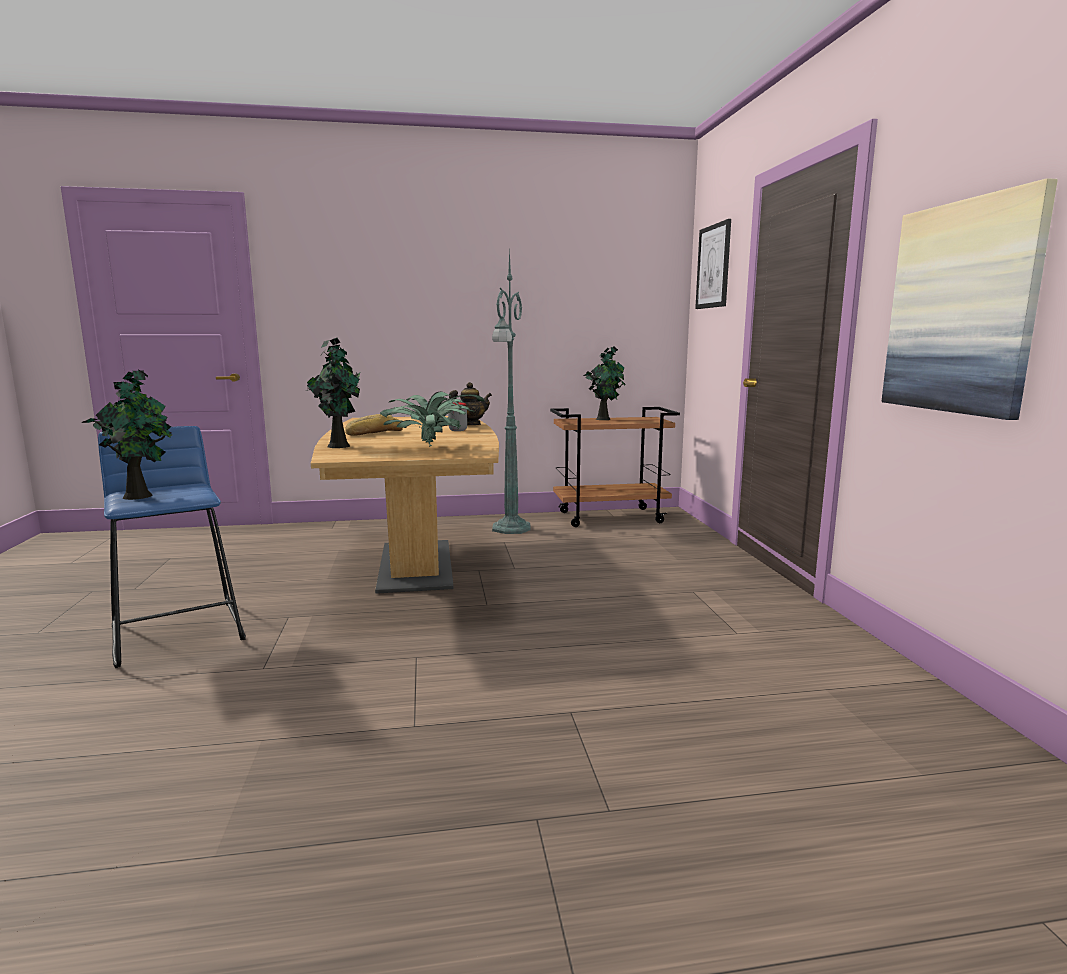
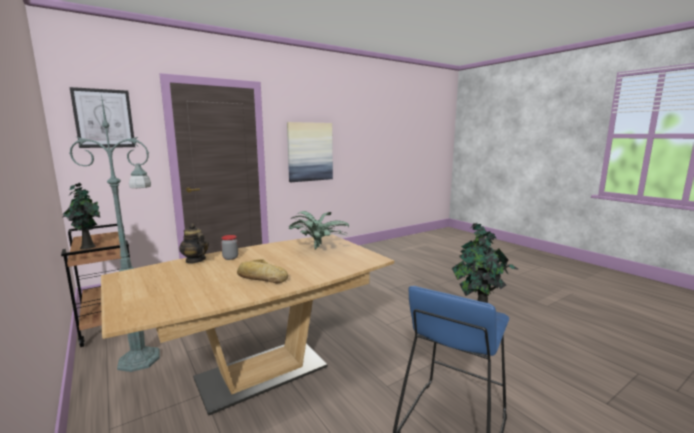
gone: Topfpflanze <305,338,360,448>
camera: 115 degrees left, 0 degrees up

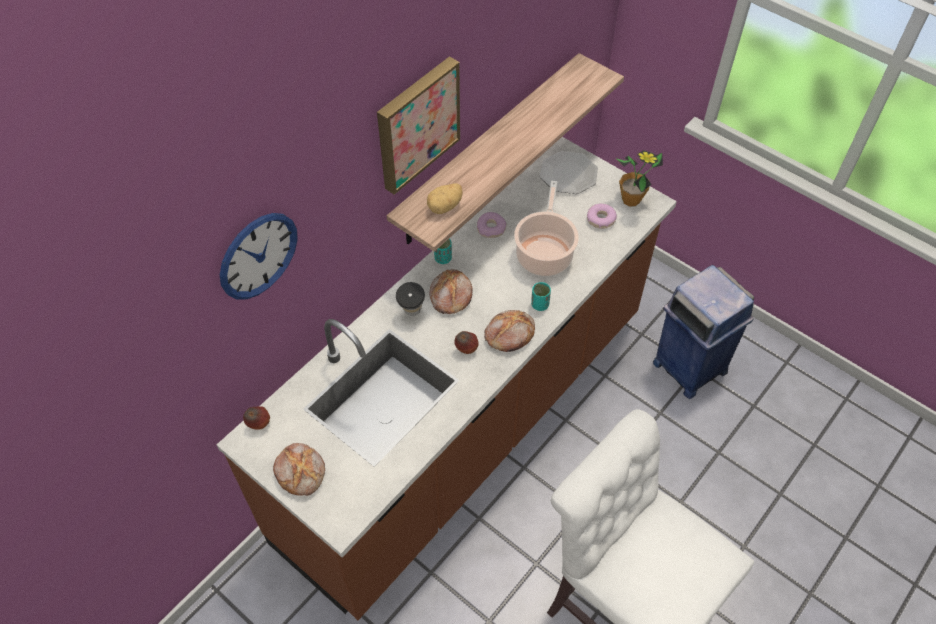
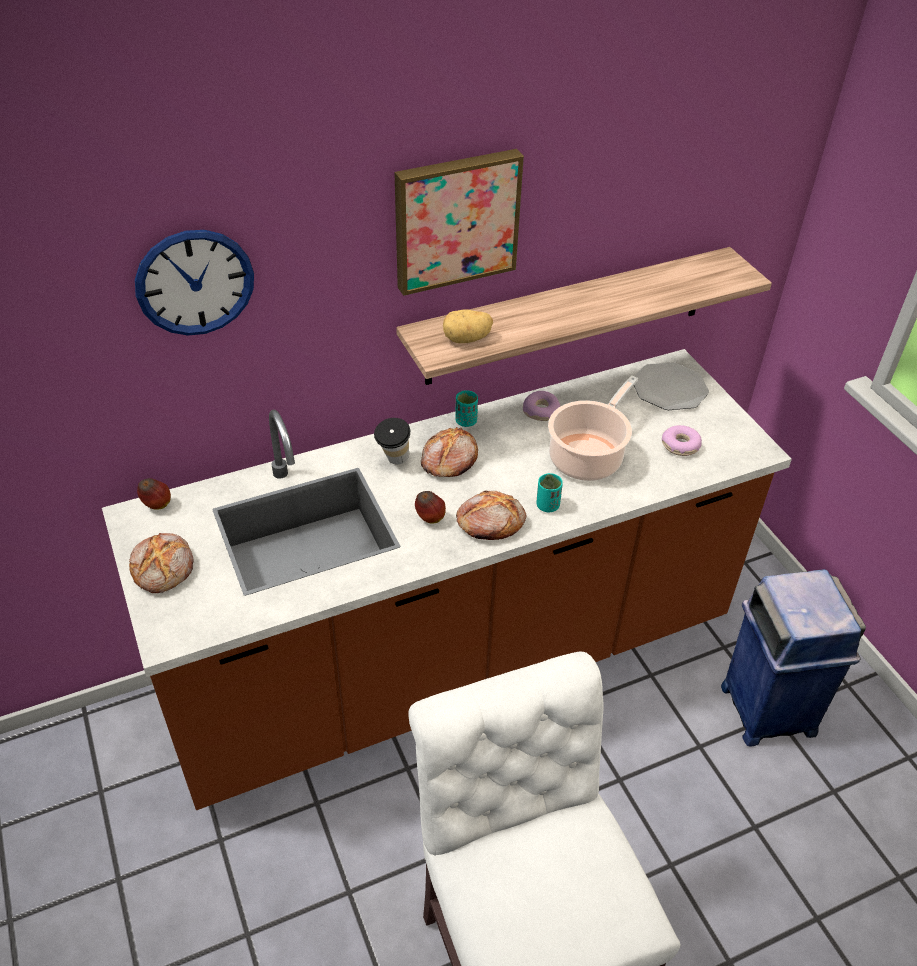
gone: Topfpflanze <615,150,663,206>
camera: 25 degrees right, 10 degrees down

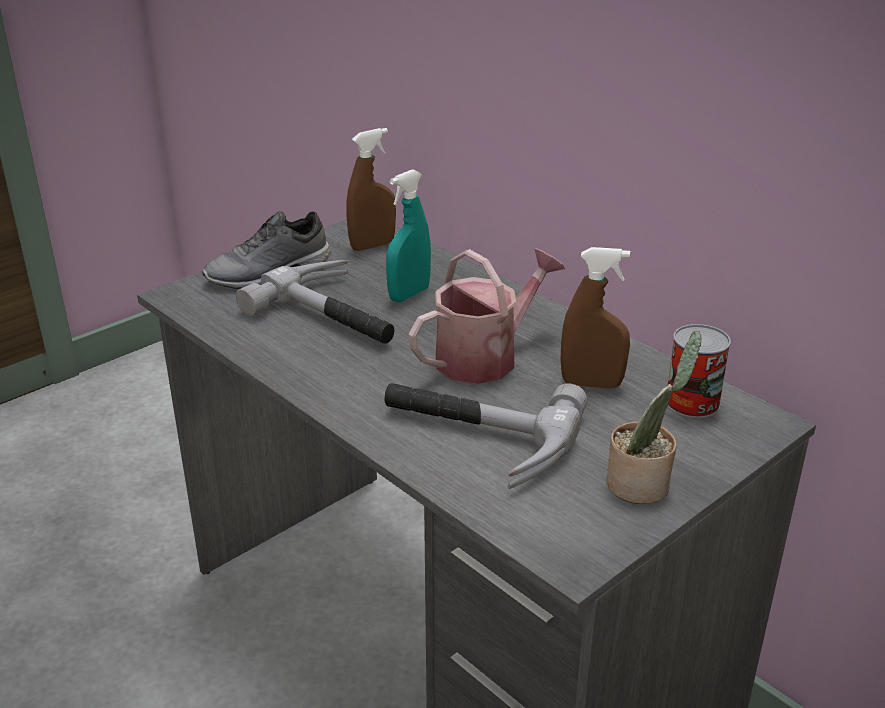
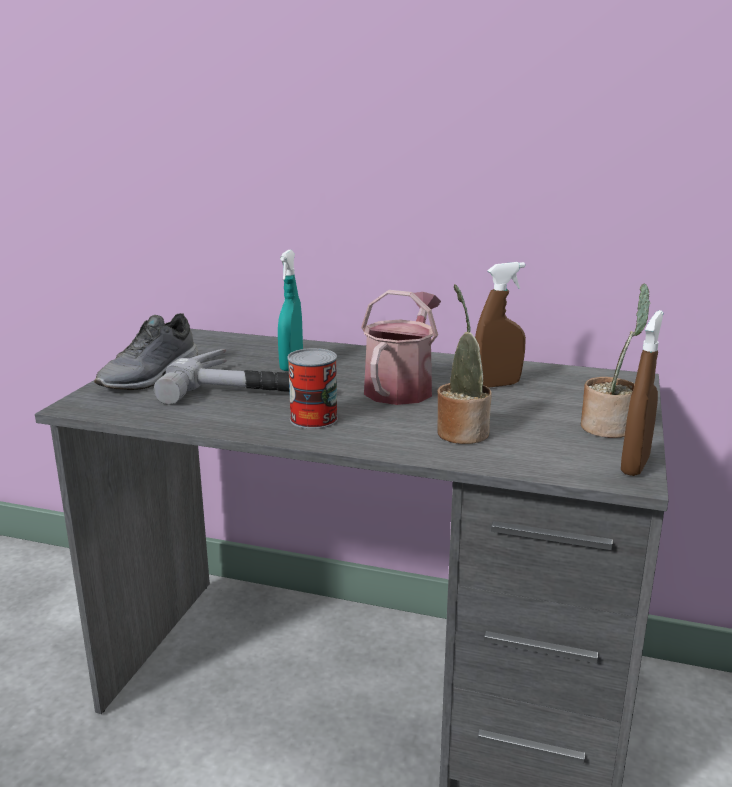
shifted: Sprühflasche (braun) <346,128,396,251> to <621,310,663,476>; Dose <668,324,731,418> to <287,348,338,429>
swapped: Hammer <385,383,587,489> to Topfpflanze <437,284,492,444>
camera: 30 degrees left, 10 degrees down

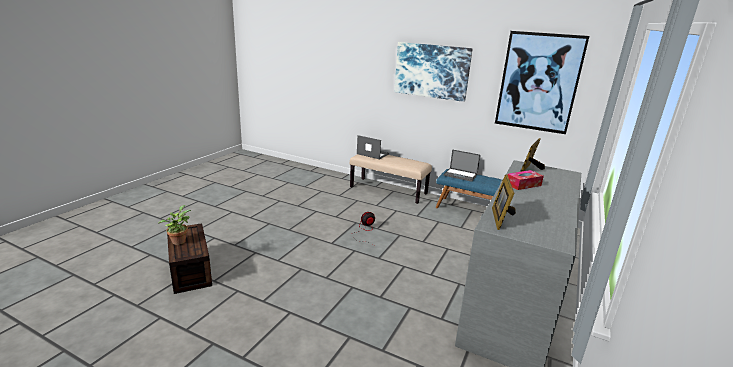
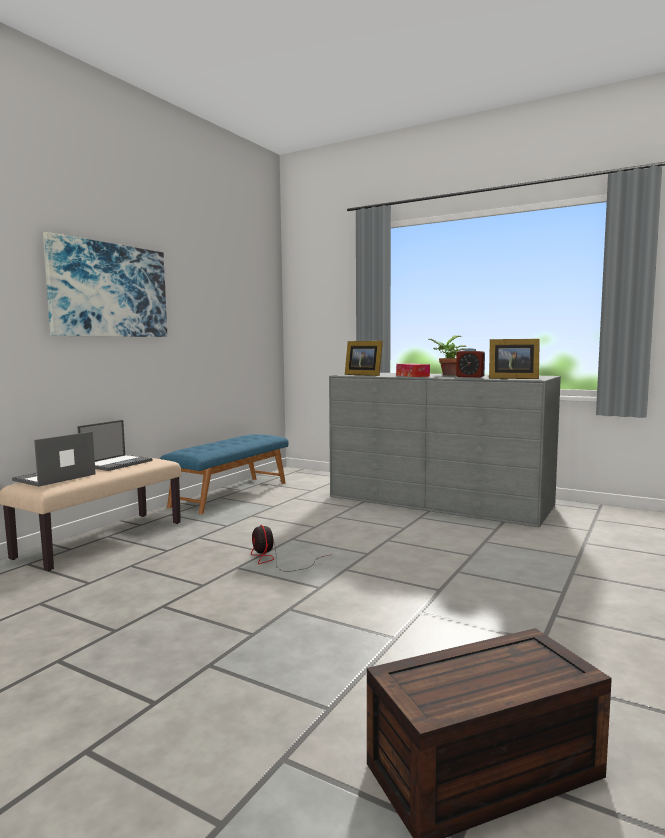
gone: Bild <495,31,589,134>
new: Wecker <456,348,485,377>
shifted: Topfpflanze <158,205,191,245> to <428,336,466,375>; Laptop <443,149,481,182> to <77,420,153,471>
camera: 85 degrees left, 15 degrees down

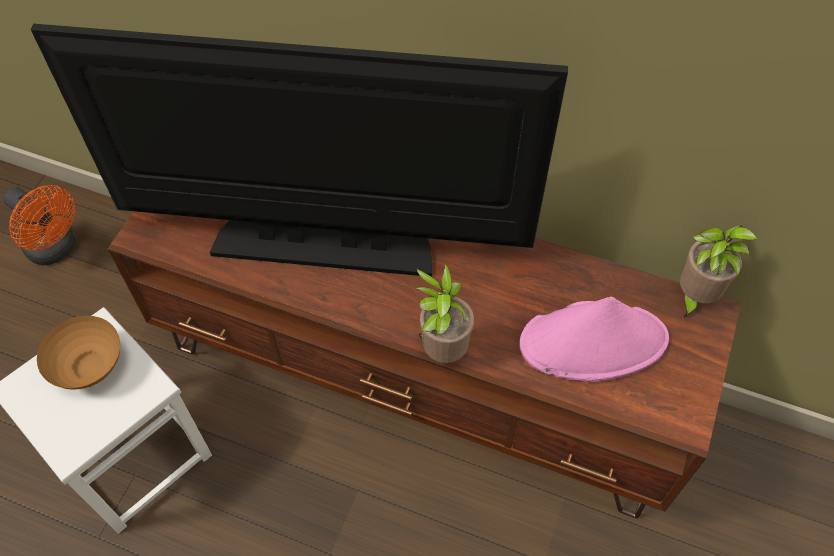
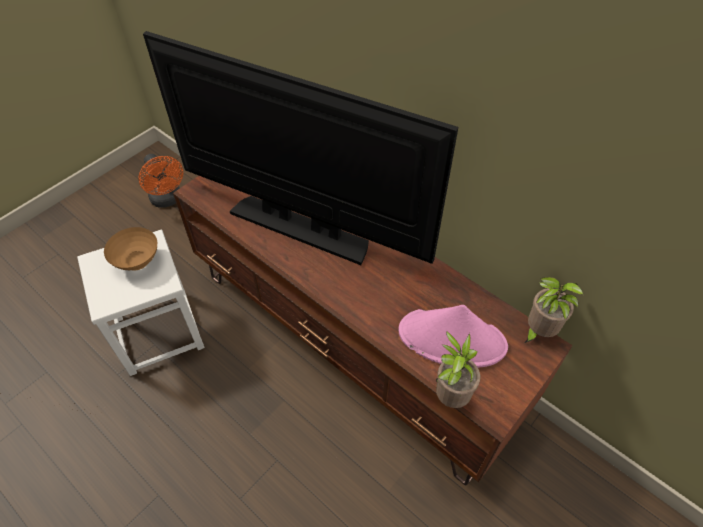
shifted: Topfpflanze <415,263,474,363> to <436,331,480,408>
camera: 20 degrees right, 5 degrees down

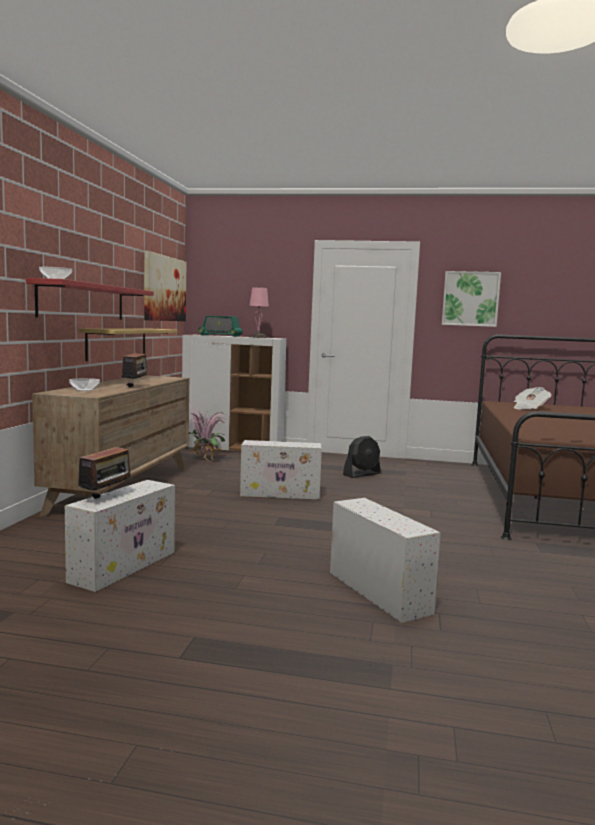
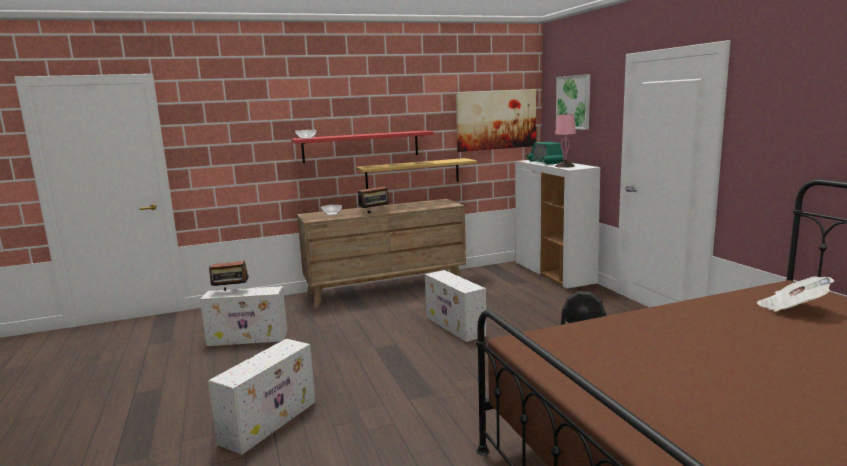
gone: Topfpflanze <189,407,228,462>
shifted: Bild <442,271,501,327> to <556,74,590,130>
camera: 60 degrees right, 5 degrees up

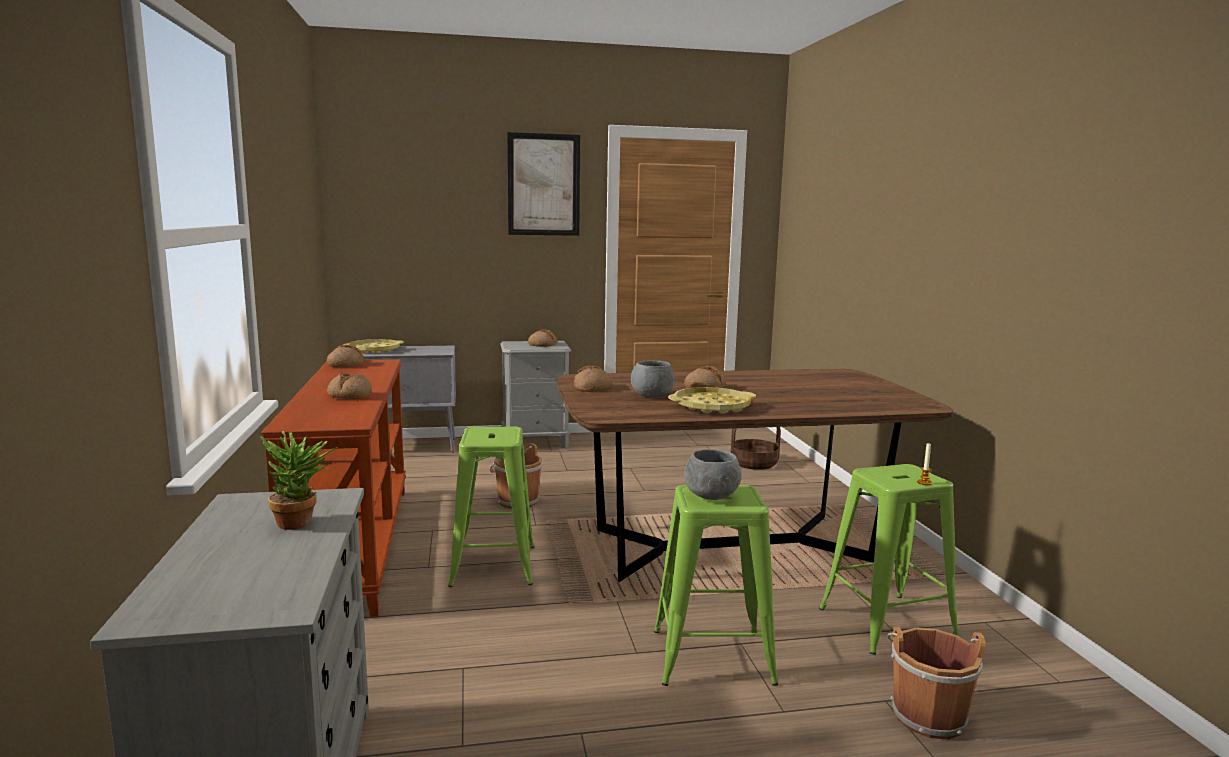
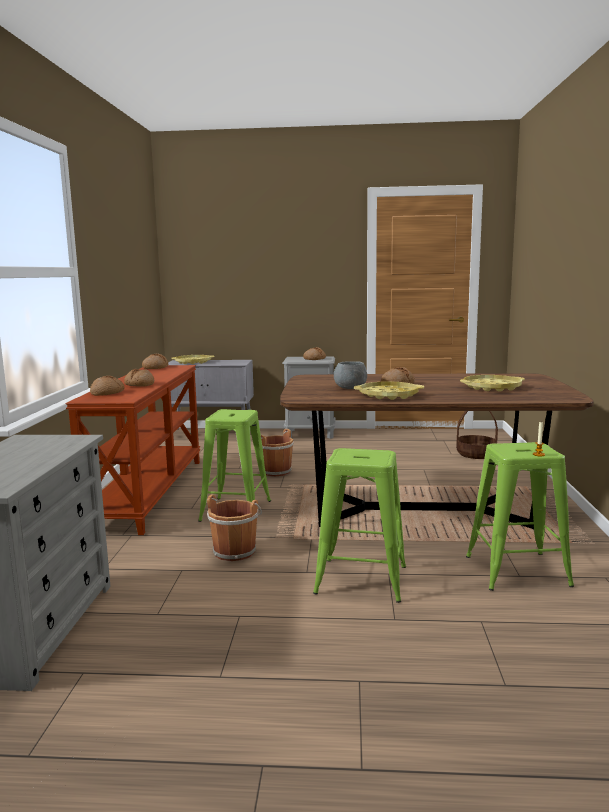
gone: Topfpflanze <260,431,337,530>; Bild <507,132,580,236>; Schüssel (grau) <684,449,742,500>
new: Tablett (gelb) <460,375,525,392>
shifted: Brot <574,366,612,392> to <90,376,124,396>; Eimer (braun) <888,627,986,740> to <207,495,262,561>
camera: 15 degrees right, 0 degrees up

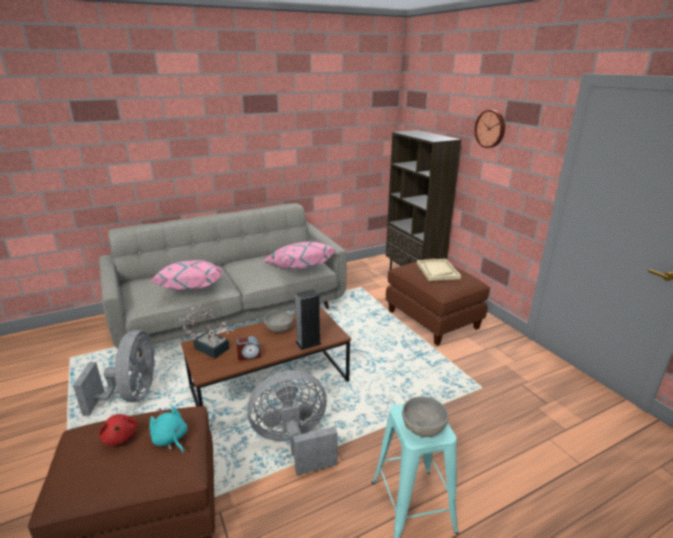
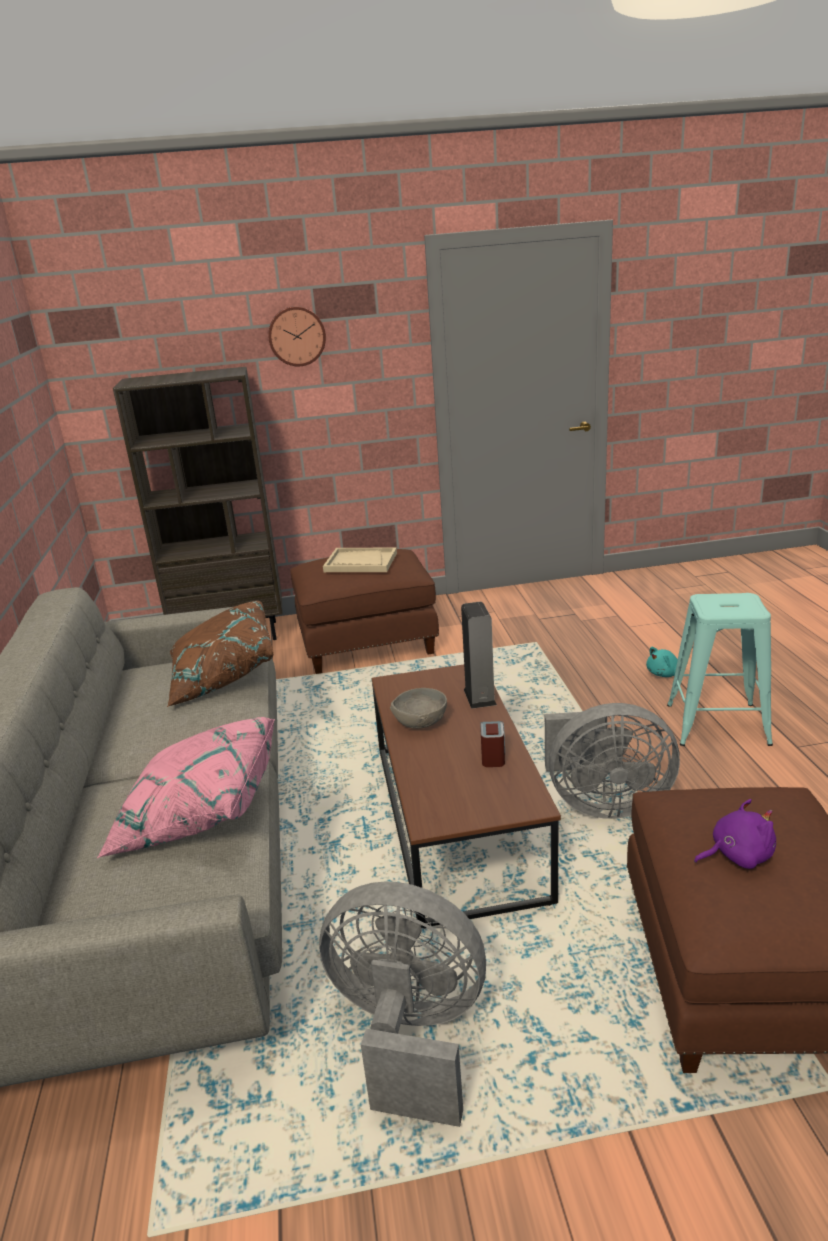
gone: Topfpflanze <180,303,233,358>; Schüssel (grau) <402,396,449,437>
shifted: Plüschtier (türkis) <149,406,187,453> to <646,647,678,677>
repainted: Plüschtier (rot) <99,414,137,446> to Plüschtier (lila) <694,799,776,869>; Kissen (rosa) <264,242,337,269> to Kissen (braun) <167,601,273,707>
rotated: Ventilator (grau) <247,370,337,475> = <545,703,680,819> 90 degrees counterclockwise
camera: 70 degrees left, 0 degrees up

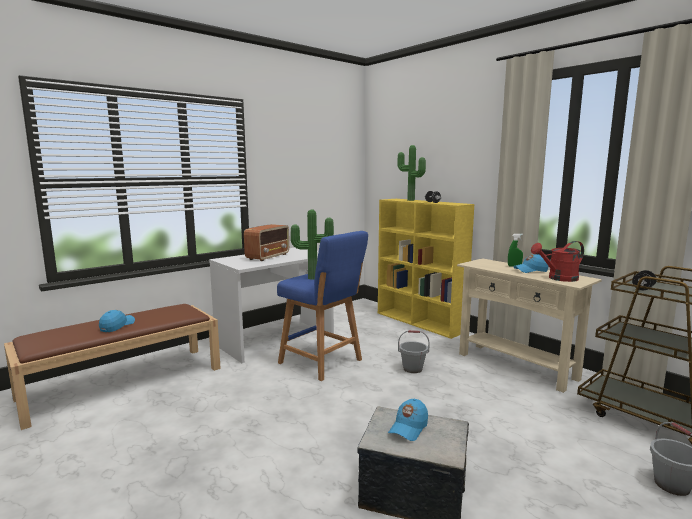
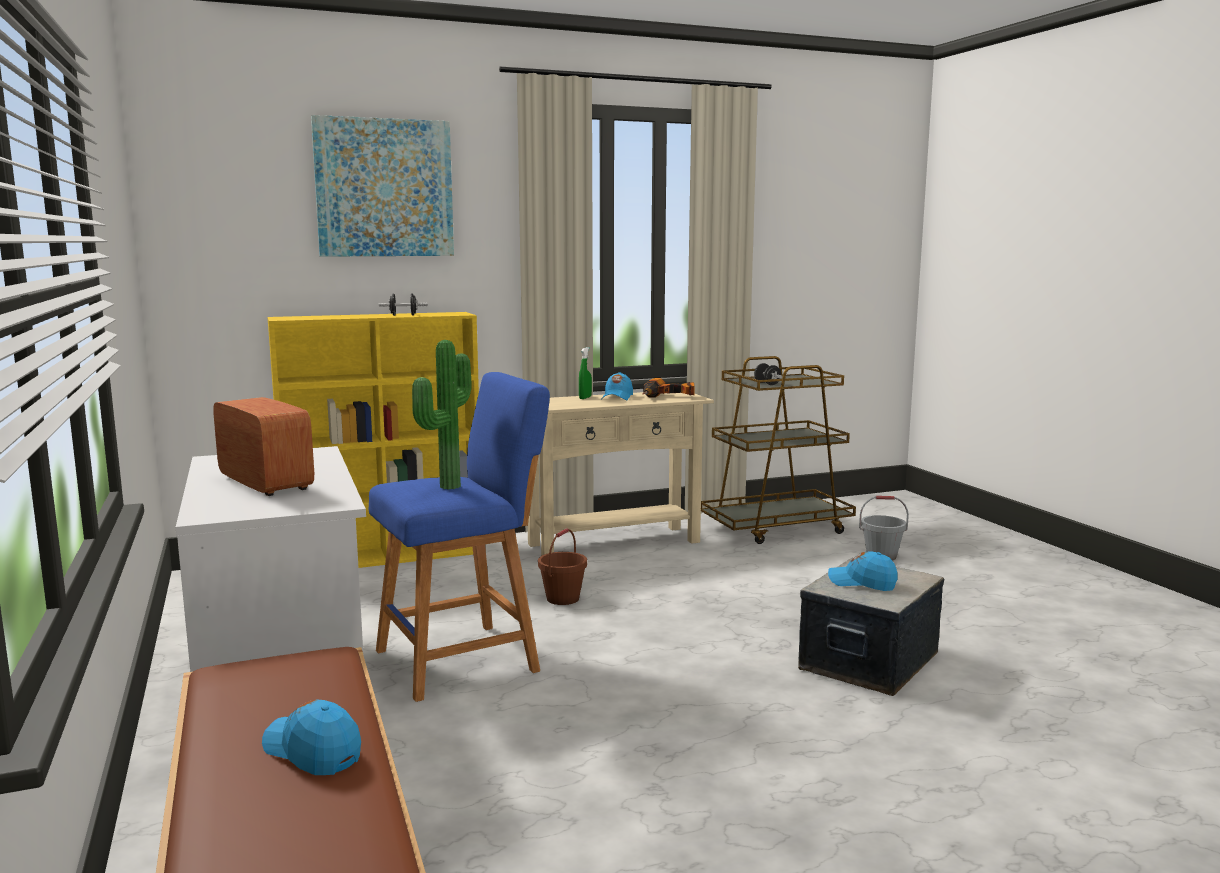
gone: Topfpflanze <397,145,426,201>
new: Bild <311,115,454,257>
swapped: Gießkanne (rot) <531,241,584,282> to Bohrmaschine <642,378,695,398>
repainted: Eimer (grau) <398,330,430,373> to Eimer (braun) <538,528,587,605>
rotated: Kappe (blau) <388,399,428,441> = <828,551,898,591> 150 degrees clockwise
camera: 70 degrees left, 0 degrees up

